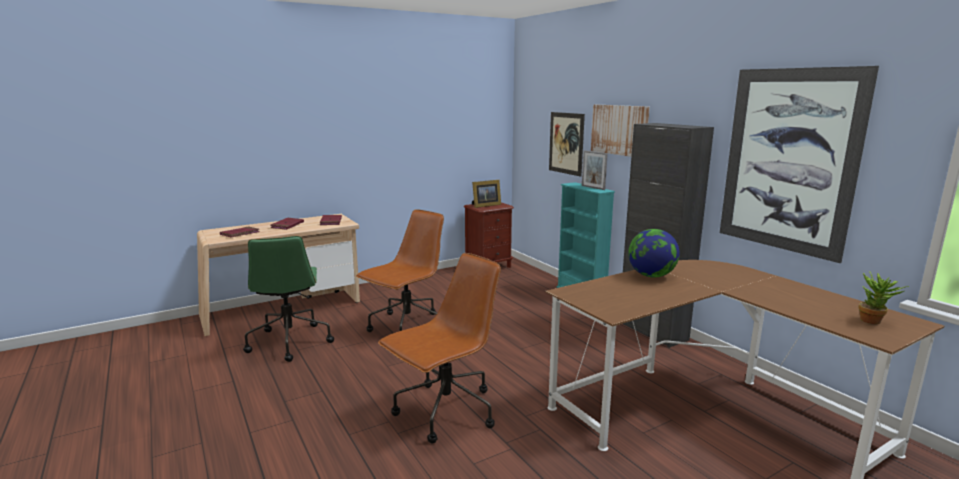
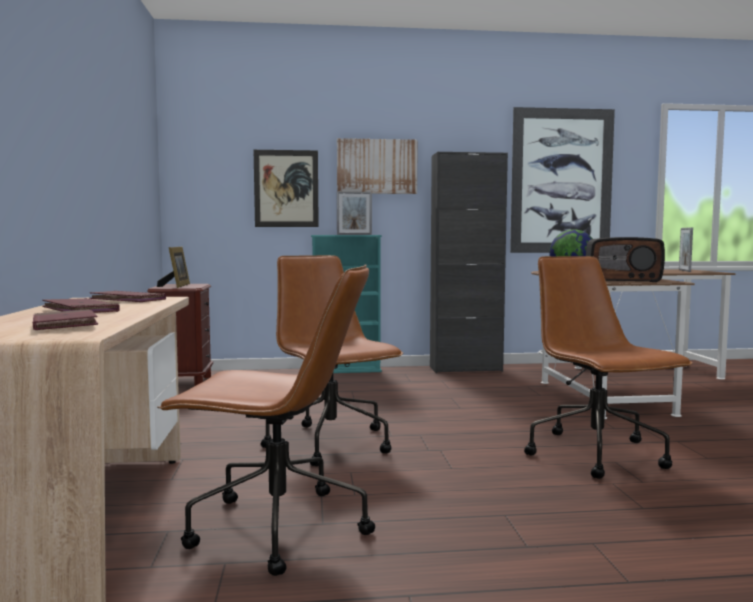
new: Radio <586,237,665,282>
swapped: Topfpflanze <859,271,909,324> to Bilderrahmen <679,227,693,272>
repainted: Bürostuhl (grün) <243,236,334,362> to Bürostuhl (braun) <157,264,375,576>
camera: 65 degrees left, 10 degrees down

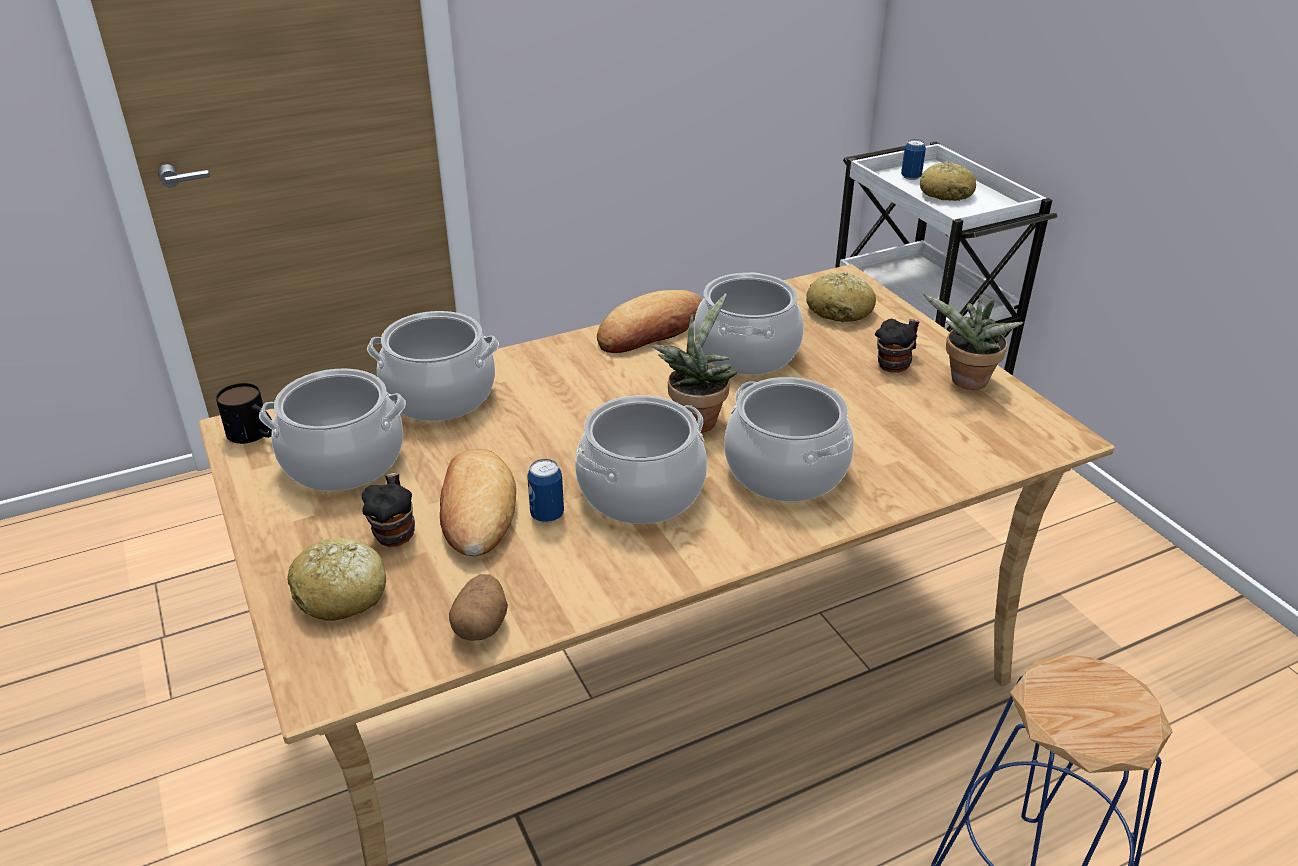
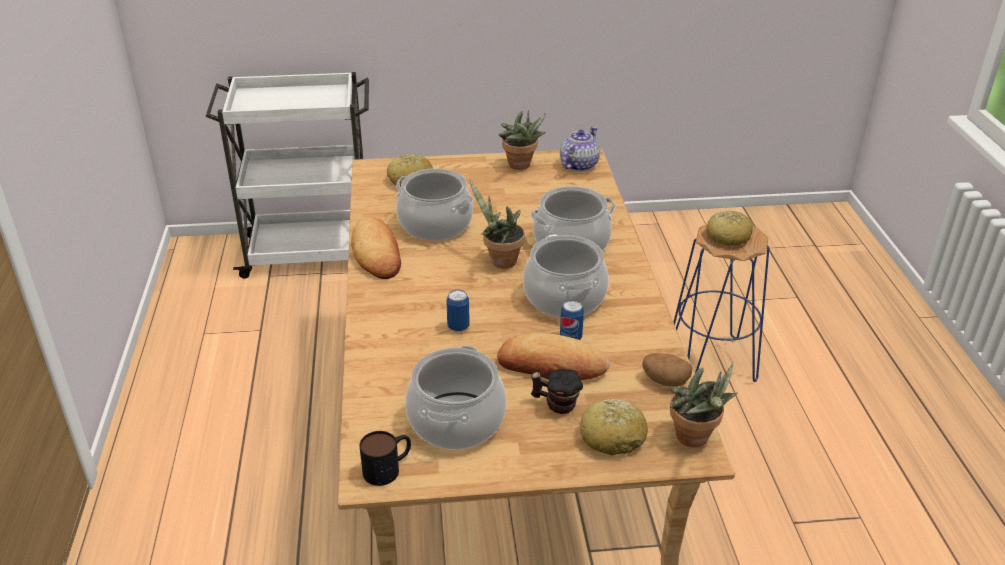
gone: Kochtopf <367,311,499,421>; Henkelbecher <875,319,919,373>
new: Teekanne <560,126,600,171>; Topfpflanze <670,364,738,447>
shifted: Dose <901,139,926,180> to <446,289,470,332>; Brot <920,161,976,201> to <706,211,753,246>
camera: 70 degrees left, 0 degrees up

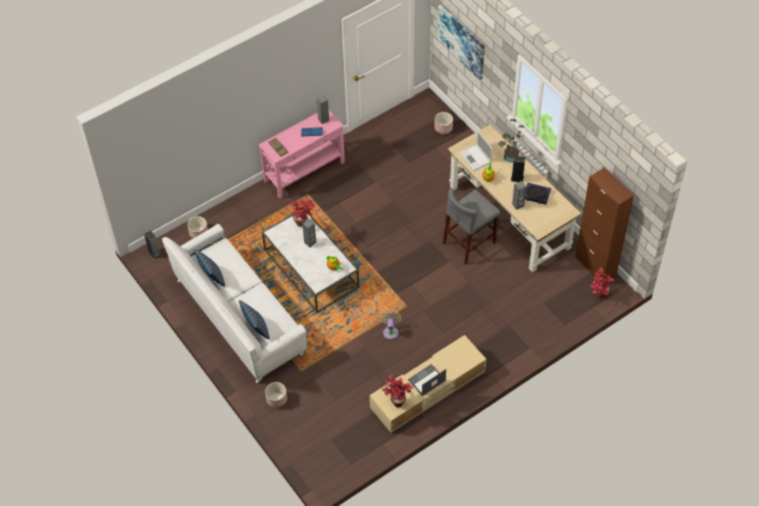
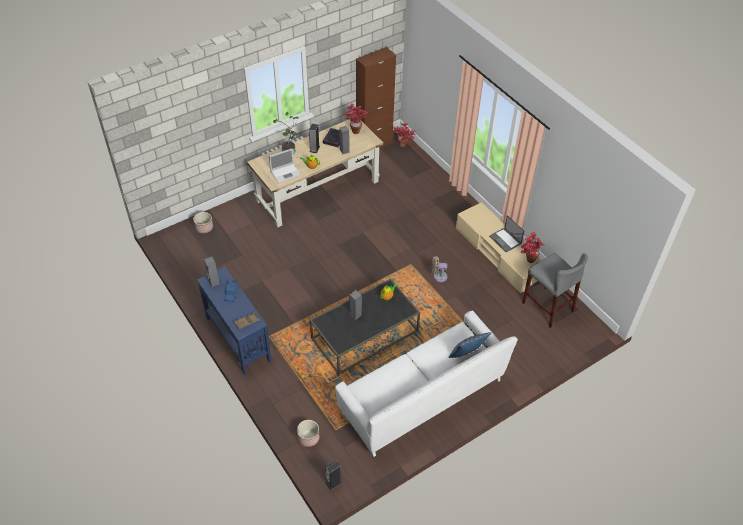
gone: Kissen <194,249,225,287>; Pflanzkübel <265,382,287,408>; Bild <437,5,485,80>
shifted: Topfpflanze <290,198,315,227> to <343,104,368,134>; Hocker (grau) <443,188,500,264> to <522,253,588,328>
repainted: Konsolentisch (rosa) <259,110,345,199> to Konsolentisch (blau) <197,267,272,375>; Couchtisch (weiß) <262,214,360,313> to Couchtisch (schwarz) <310,278,420,375>
camera: 90 degrees left, 5 degrees down

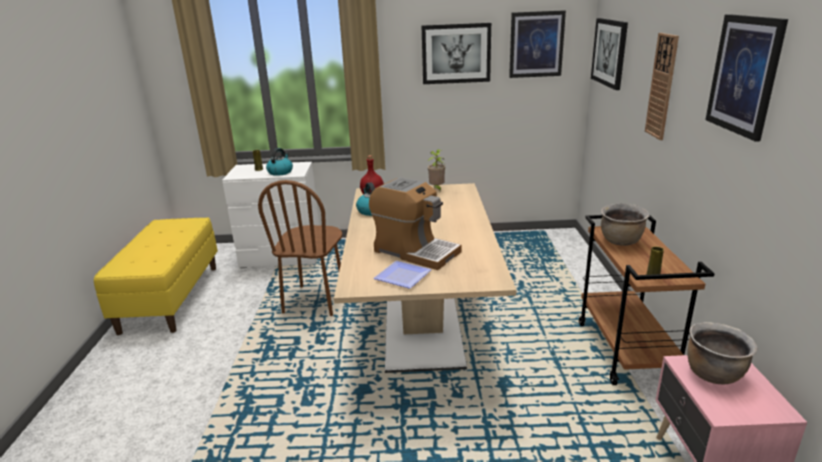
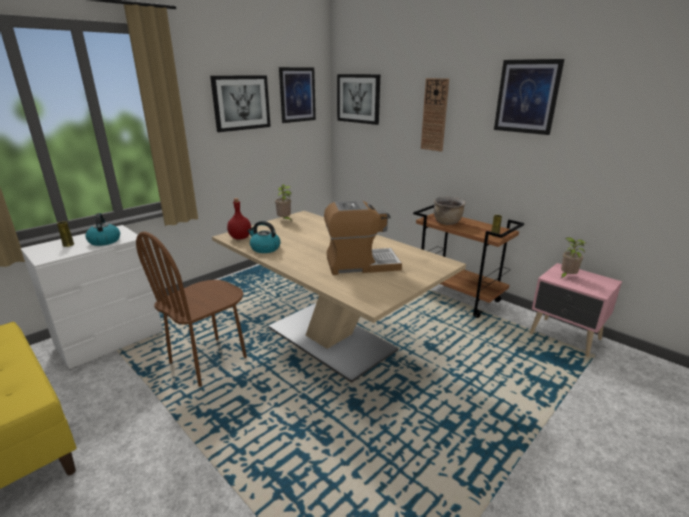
gone: Teller <373,261,432,289>
swapped: Kochtopf (braun) <687,322,758,384> to Topfpflanze <560,237,587,279>
rotated: Stuhl (braun) <258,180,342,316> = <136,232,247,387> 75 degrees clockwise
camera: 45 degrees left, 0 degrees up

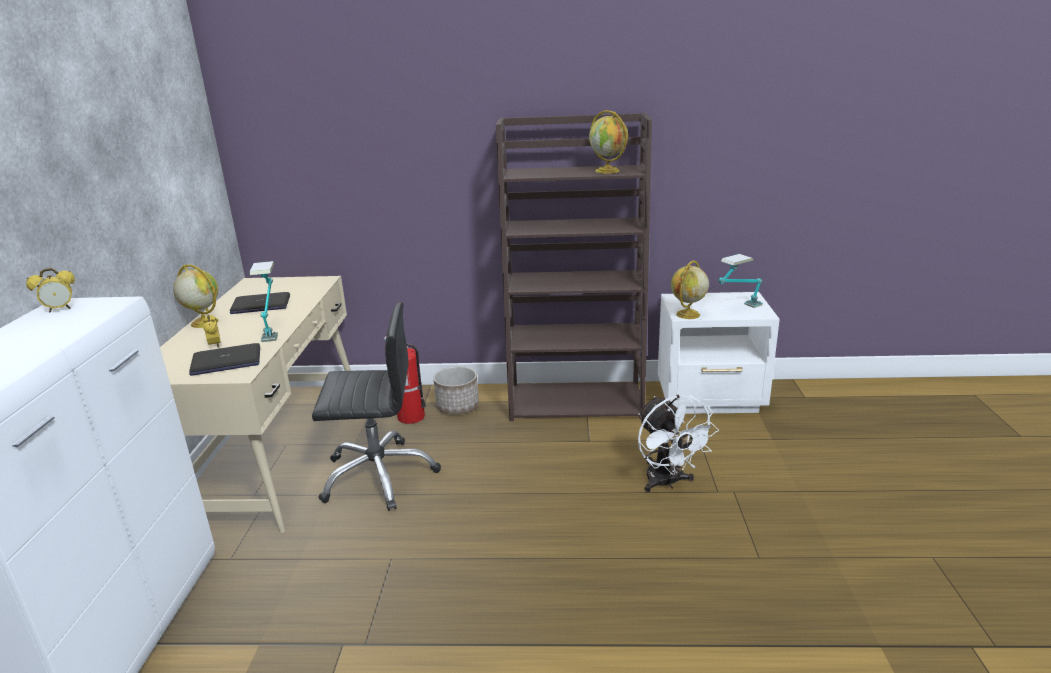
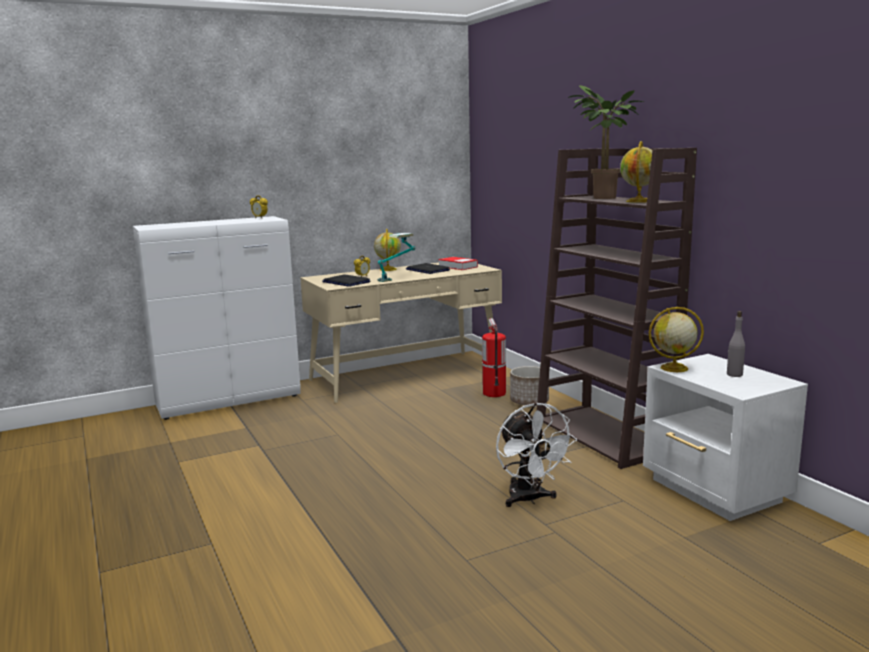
gone: Bürostuhl (schwarz) <312,302,441,511>; Tischlampe <719,254,763,308>
new: Buch <438,257,478,270>; Topfpflanze <568,85,644,199>; Flasche (grau) <727,311,745,377>
rotated: Ventilator (weiß) <638,395,719,492> = <496,402,577,507> 60 degrees counterclockwise
camera: 60 degrees right, 10 degrees down

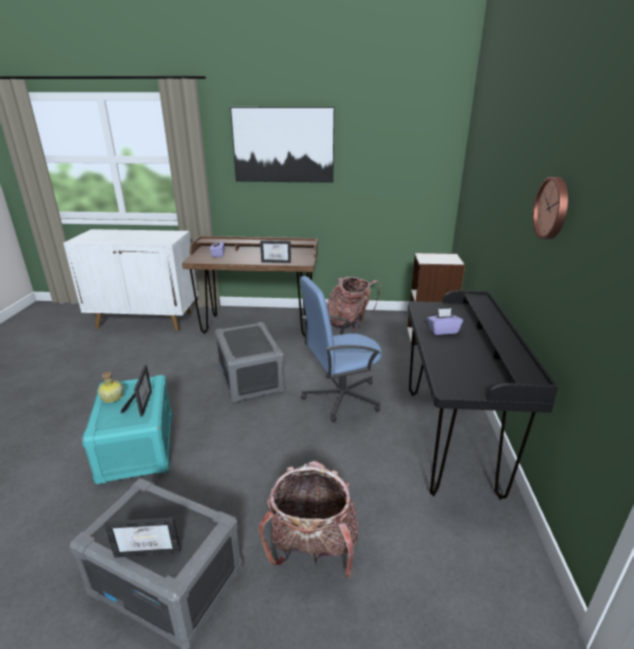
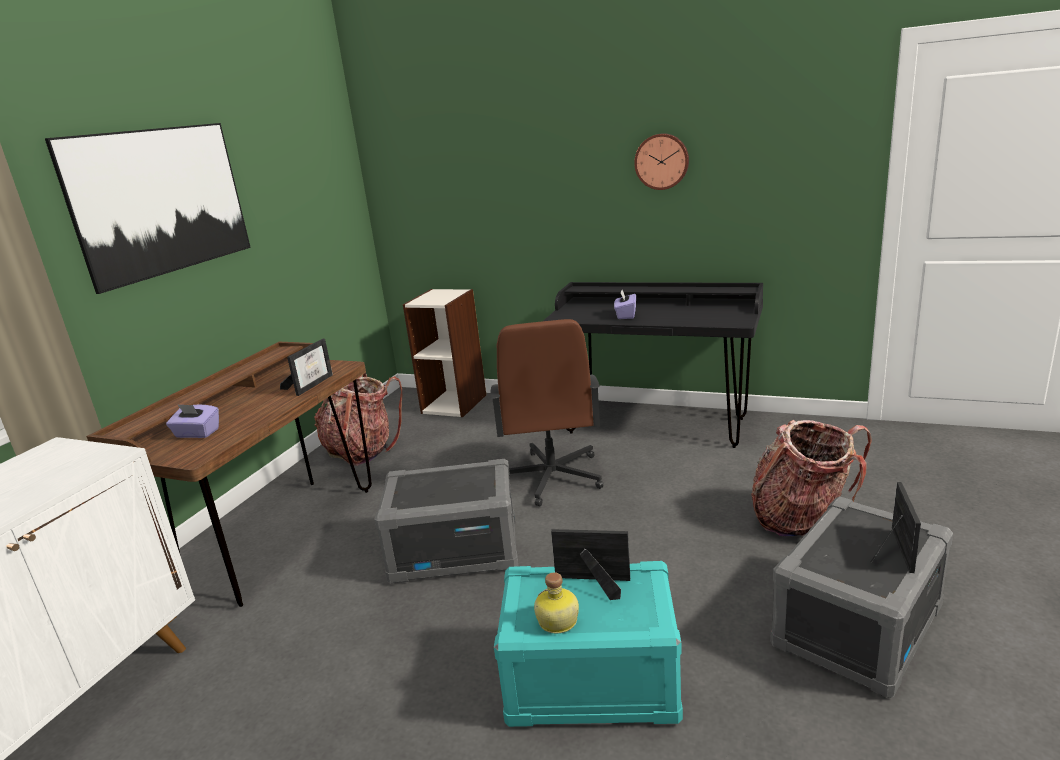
repainted: Bürostuhl (blau) <300,276,382,422> to Bürostuhl (braun) <490,319,604,506>
camera: 70 degrees left, 5 degrees down

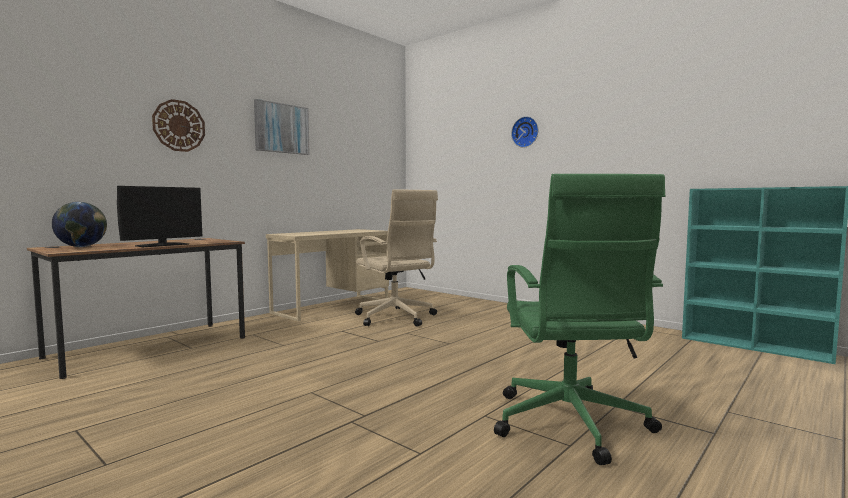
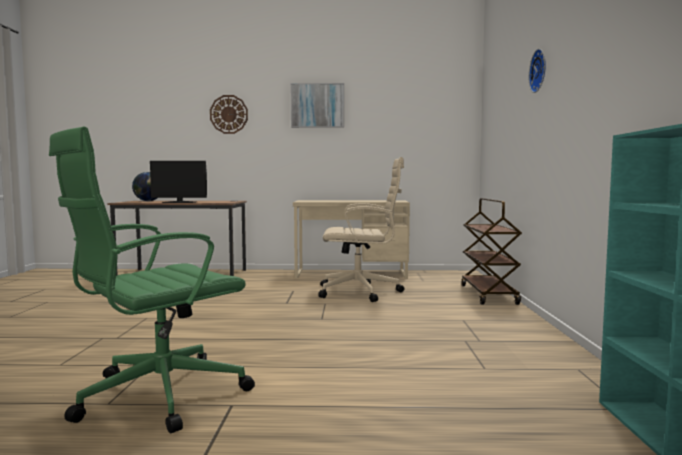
new: Rollwagen (braun) <461,198,522,305>
rotated: Bürostuhl (beige) <355,189,438,327> = <318,157,404,302> 105 degrees counterclockwise
camera: 50 degrees right, 0 degrees up

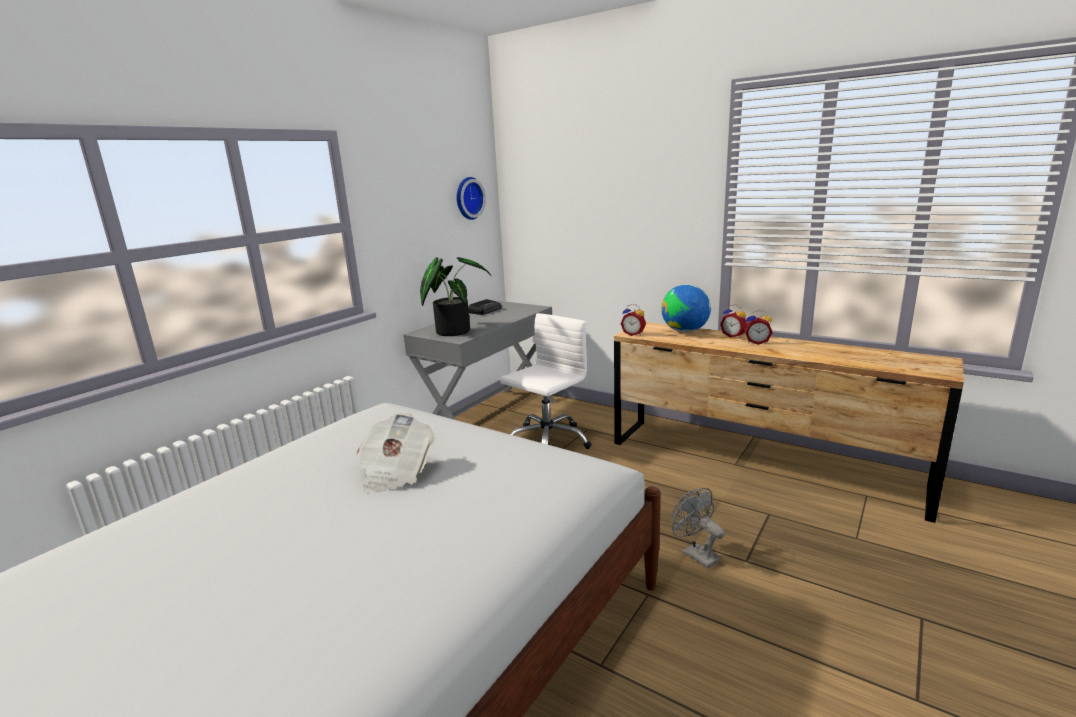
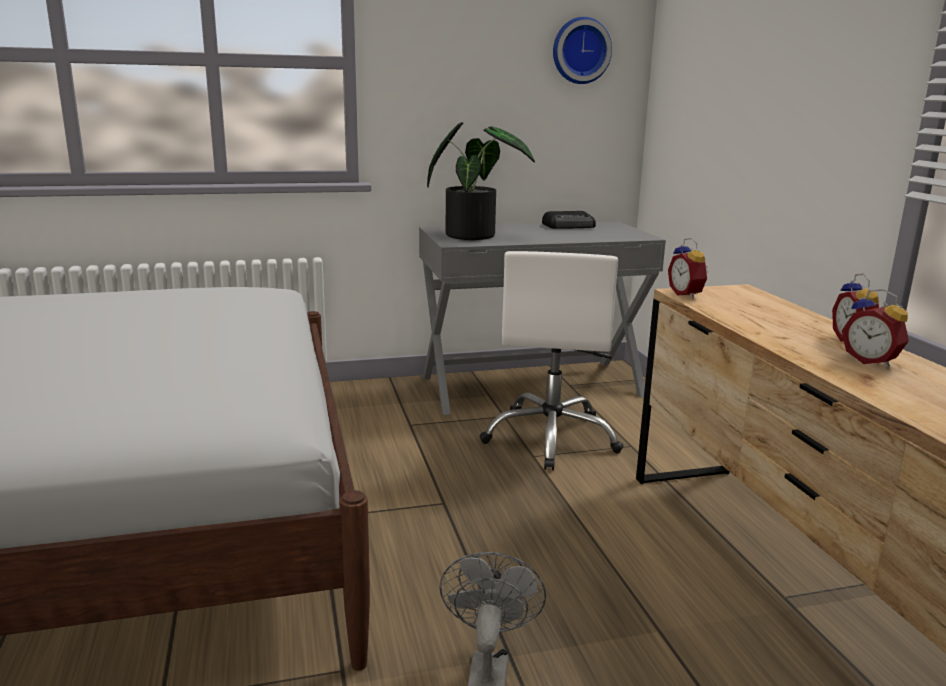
gone: Zeitung <357,413,434,493>; Globus <661,284,711,332>
rotated: Bürostuhl (weiß) <500,313,592,449> = <480,251,624,470> 105 degrees clockwise
camera: 40 degrees right, 0 degrees up

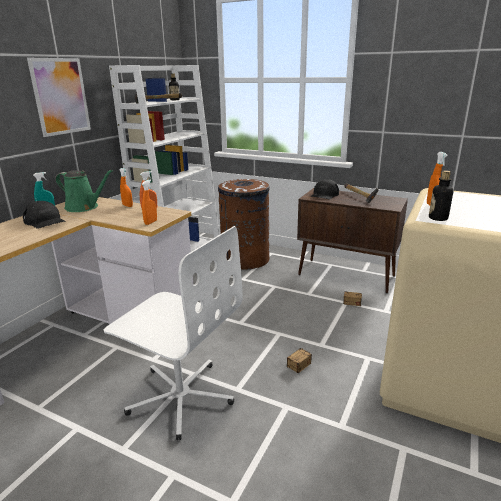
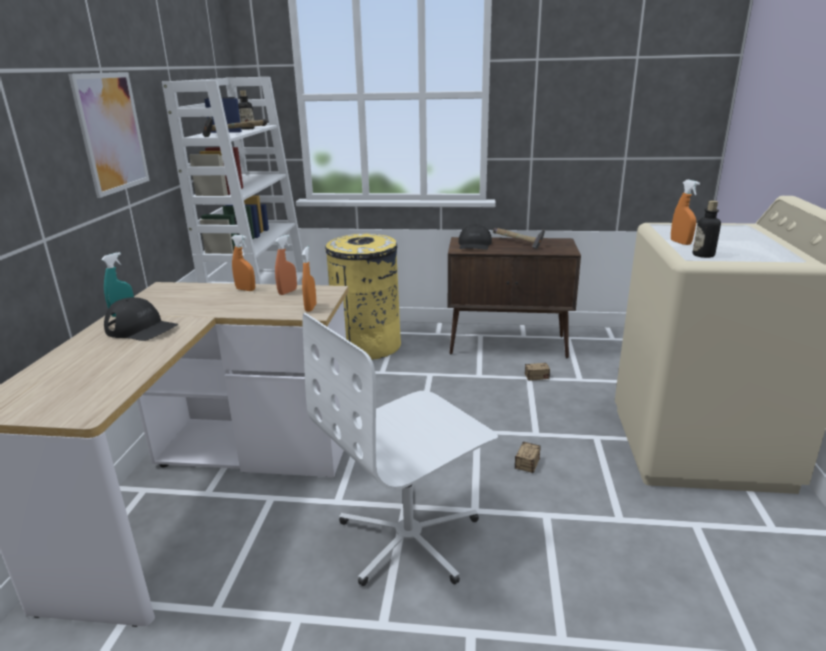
gone: Gießkanne (grün) <55,170,113,212>
repainted: Mülleimer (braun) <218,179,270,269> to Mülleimer (gelb) <325,234,401,360>
rotated: Bürostuhl (weiß) <104,226,243,440> = <303,313,498,586> 135 degrees clockwise
camera: 20 degrees left, 0 degrees up

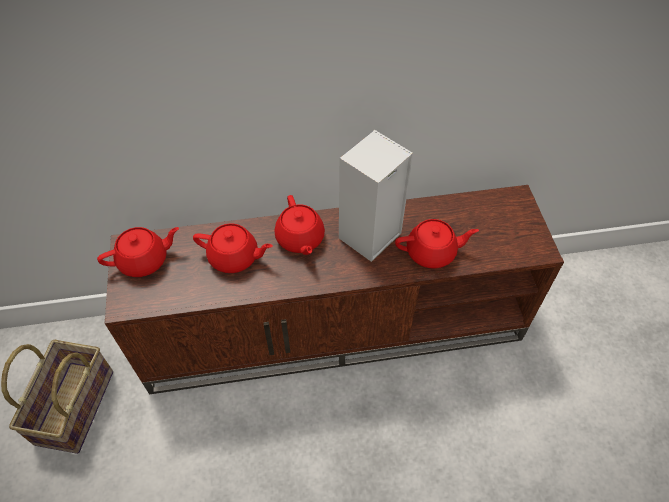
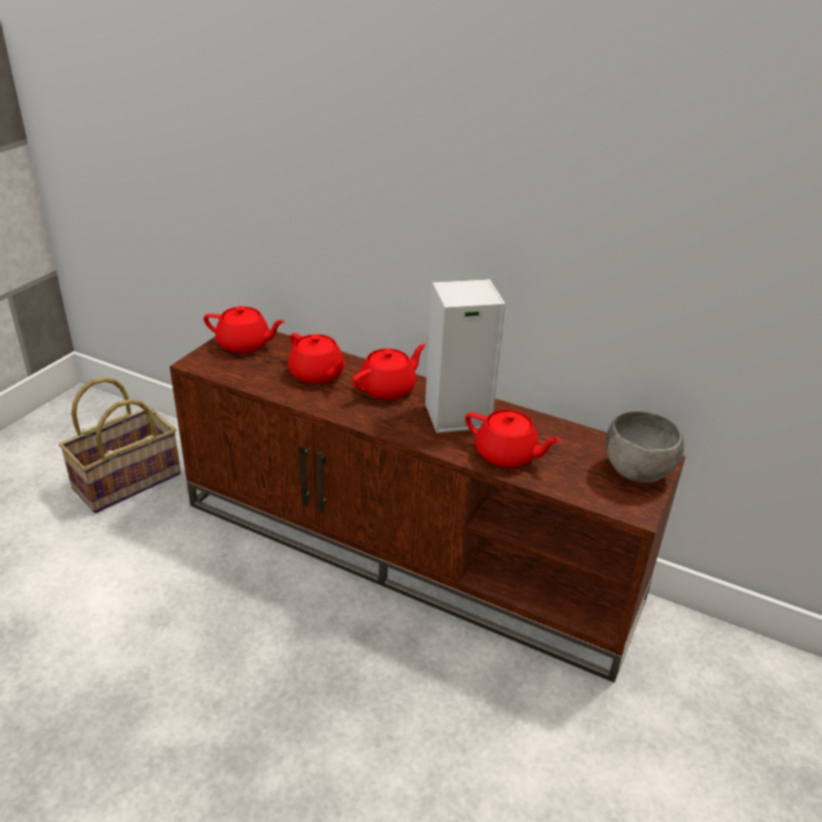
new: Schüssel (grau) <605,411,684,483>
rotated: Teekanne (rot) <274,195,325,255> = <352,344,426,400> 150 degrees counterclockwise
camera: 35 degrees right, 20 degrees down

